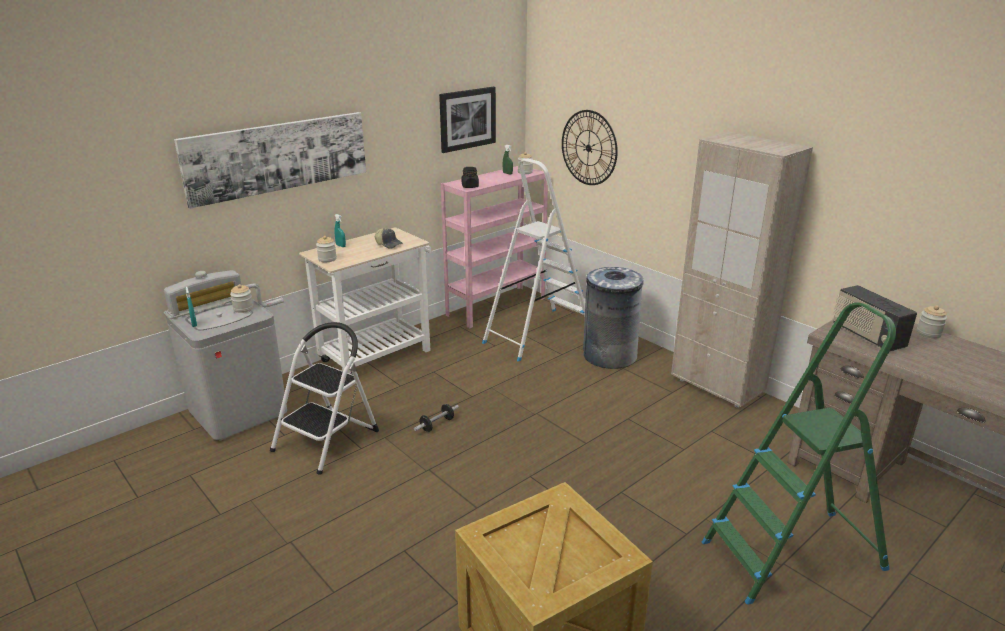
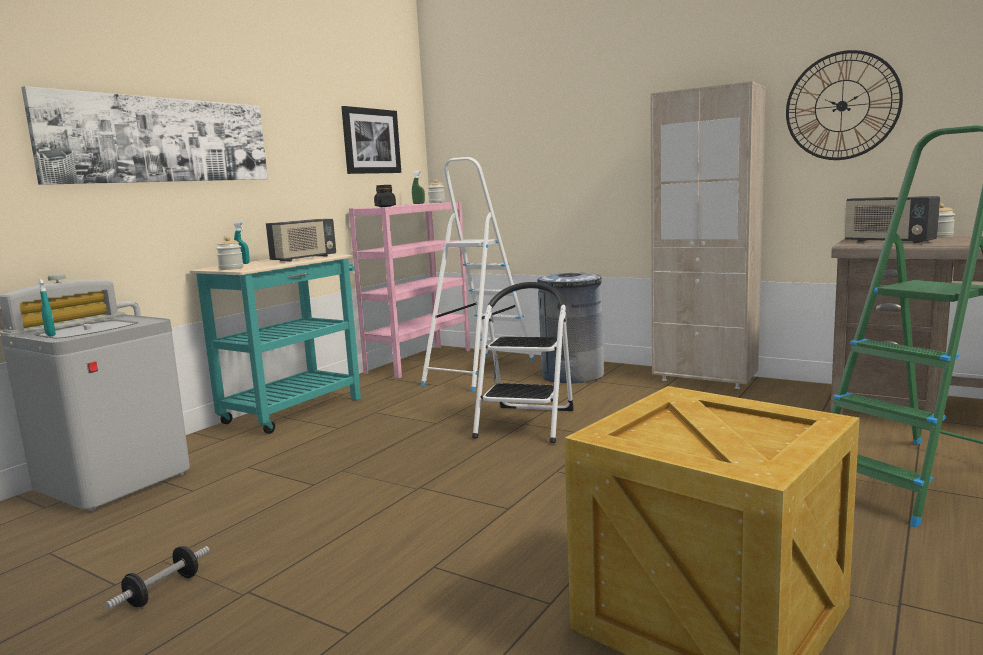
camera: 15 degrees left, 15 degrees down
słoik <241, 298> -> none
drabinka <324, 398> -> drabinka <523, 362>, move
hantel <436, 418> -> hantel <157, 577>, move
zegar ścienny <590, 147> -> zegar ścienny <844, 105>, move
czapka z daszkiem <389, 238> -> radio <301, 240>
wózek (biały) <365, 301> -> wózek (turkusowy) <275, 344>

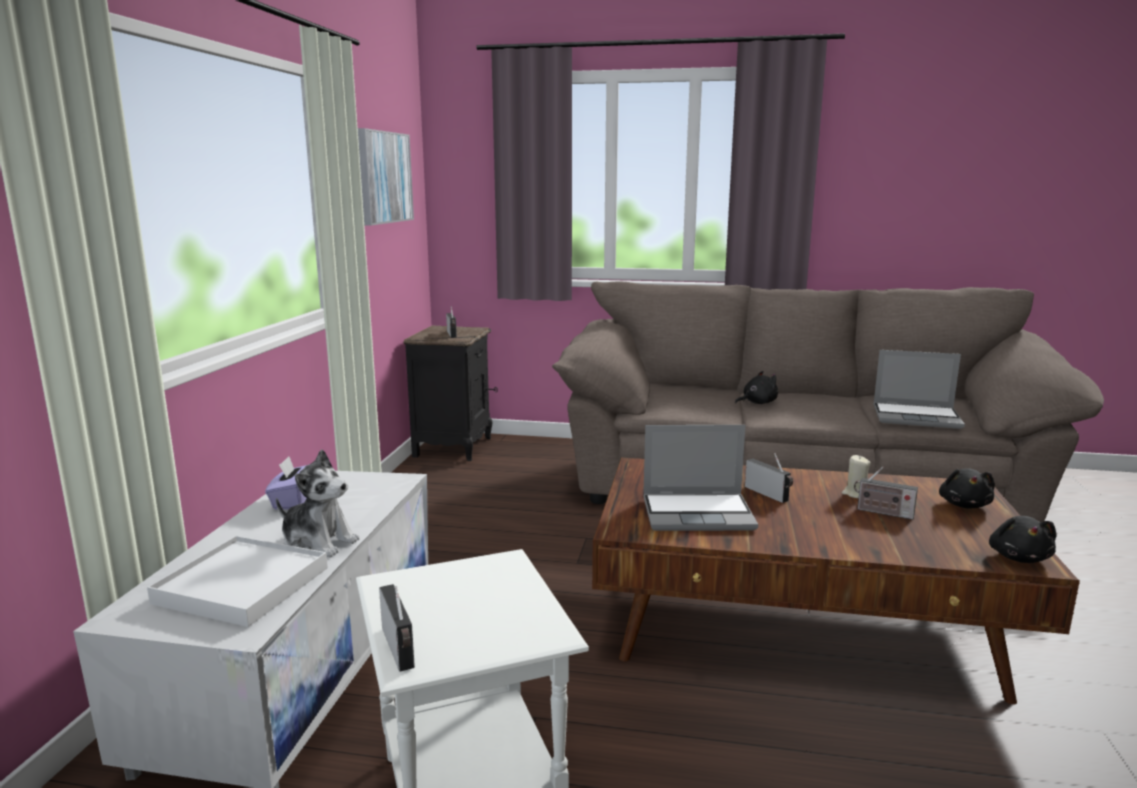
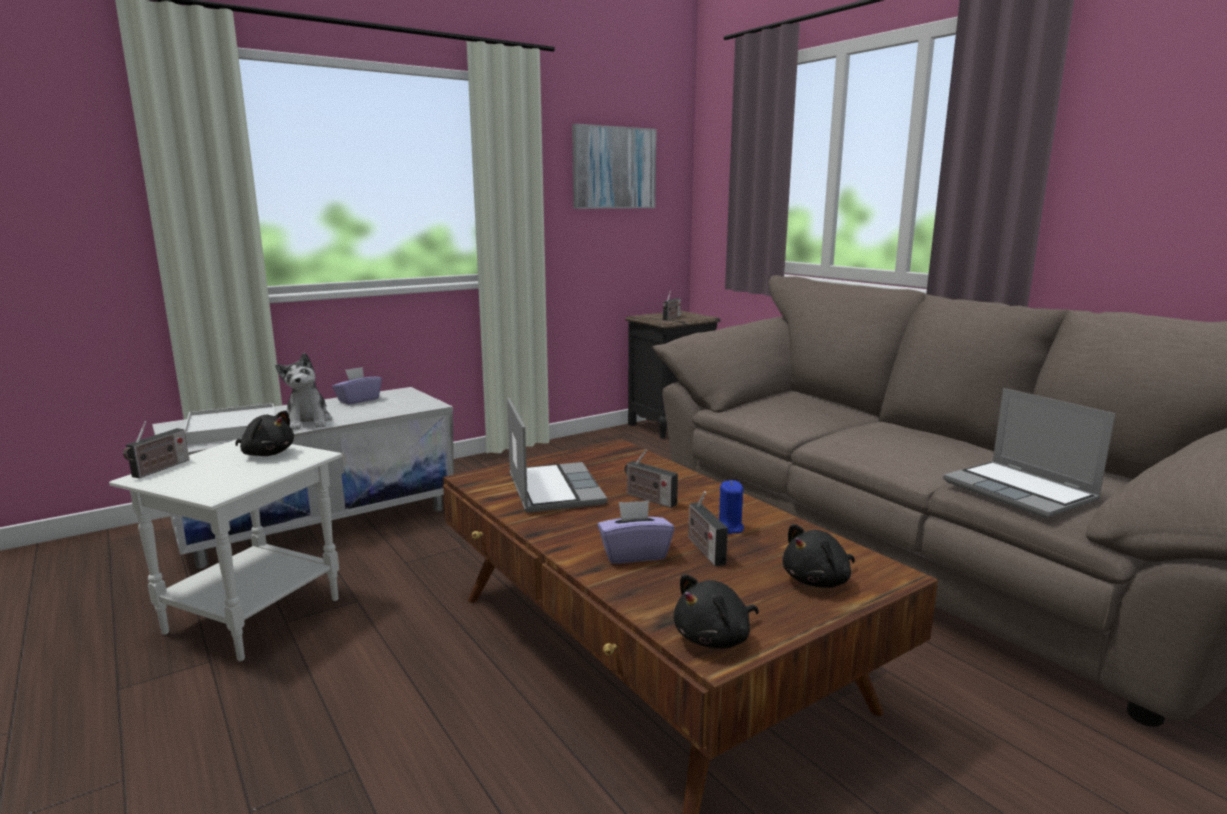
camera: 45 degrees right, 0 degrees up
none -> pudełko chusteczek (fioletowy) <635, 531>
pluszak (czarny) <756, 387> -> pluszak (czarny) <264, 433>, move
świeca (beżowy) <856, 476> -> świeca (niebieski) <731, 507>
laptop <700, 478> -> laptop <557, 455>, 150 degrees counterclockwise
radio <769, 478> -> radio <651, 478>, 120 degrees clockwise

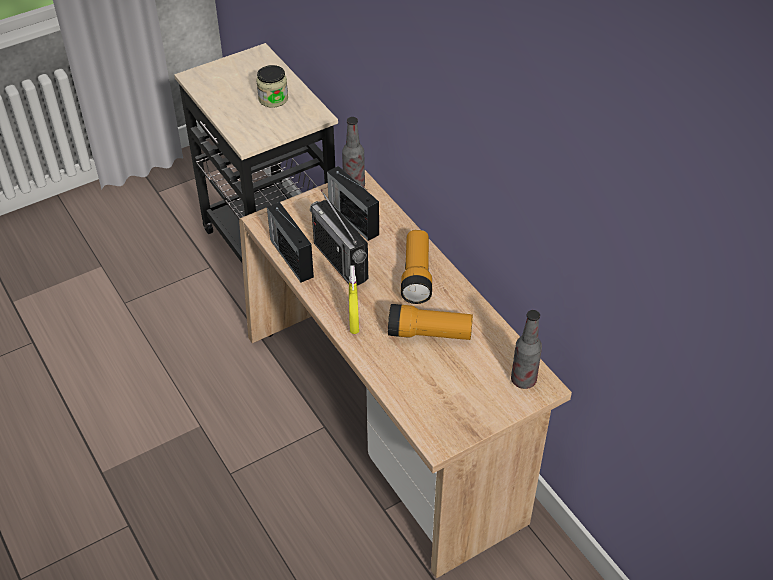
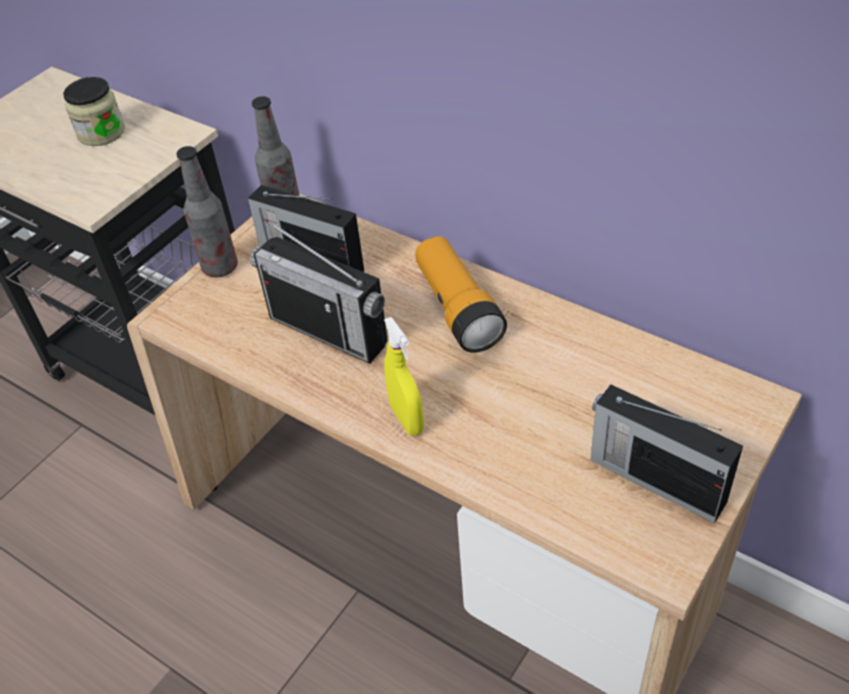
camera: 20 degrees left, 0 degrees up
latarka <430, 322> -> none
radio <290, 242> -> radio <666, 453>, move
butelka <526, 349> -> butelka <207, 211>, move

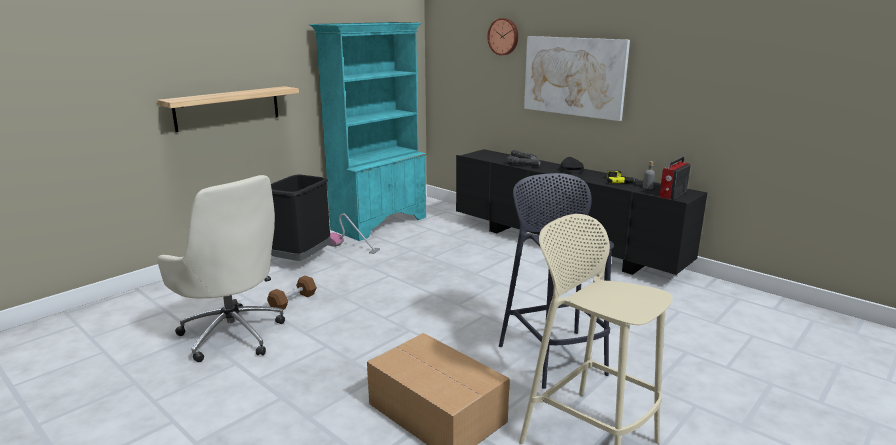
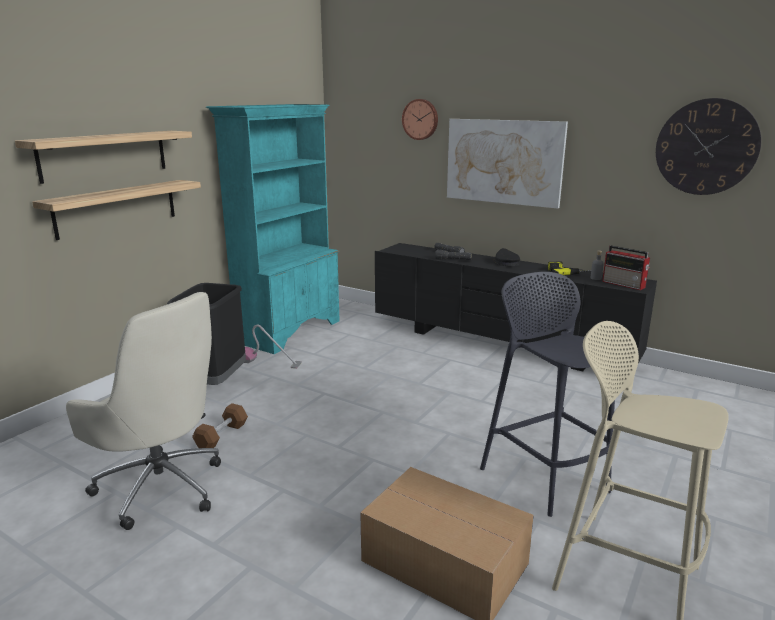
camera: 10 degrees left, 0 degrees up
none -> półka <103, 157>
none -> zegar ścienny <708, 146>
radio <675, 178> -> radio <626, 268>, 75 degrees counterclockwise

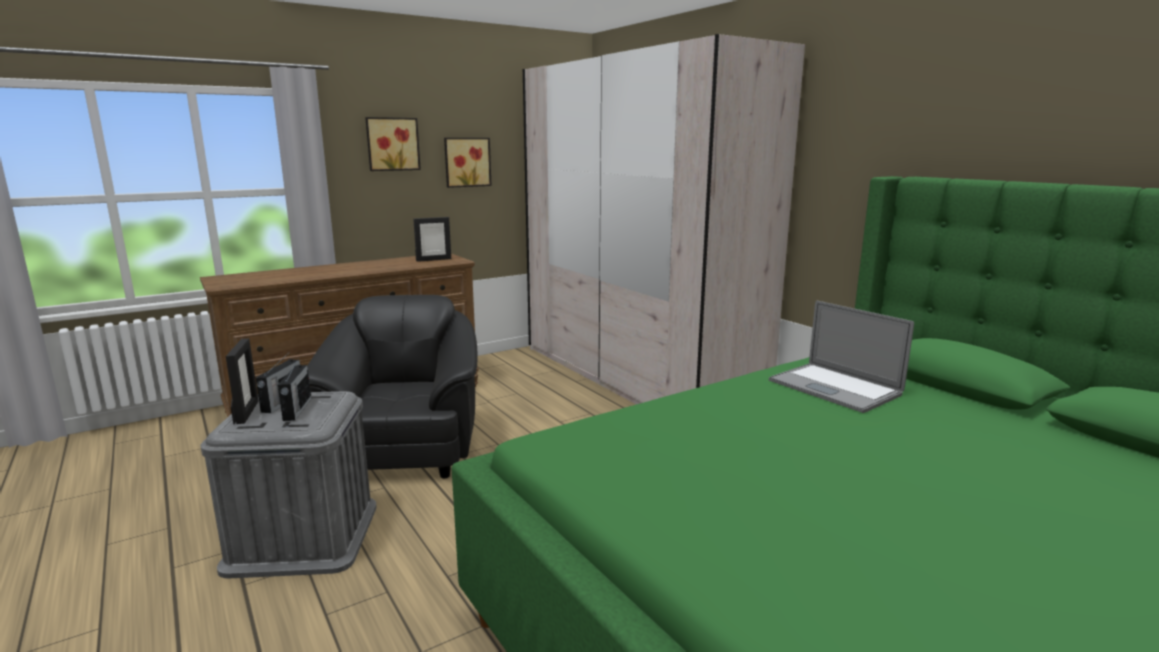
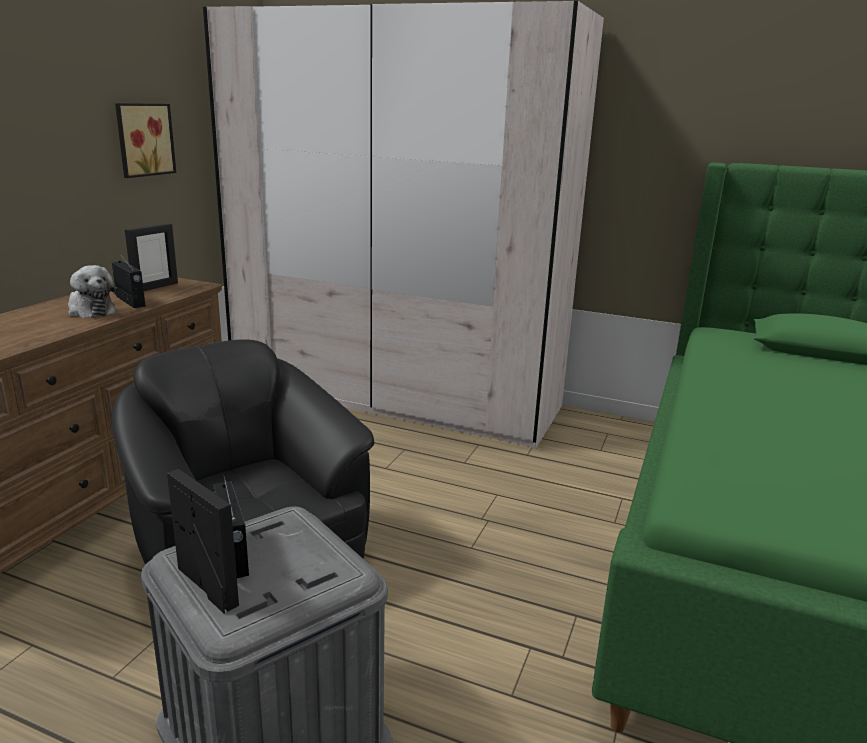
camera: 35 degrees left, 5 degrees up
obraz <393, 144> -> none
laptop <841, 356> -> none
none -> pluszak <93, 291>
radio <294, 390> -> radio <129, 280>, move

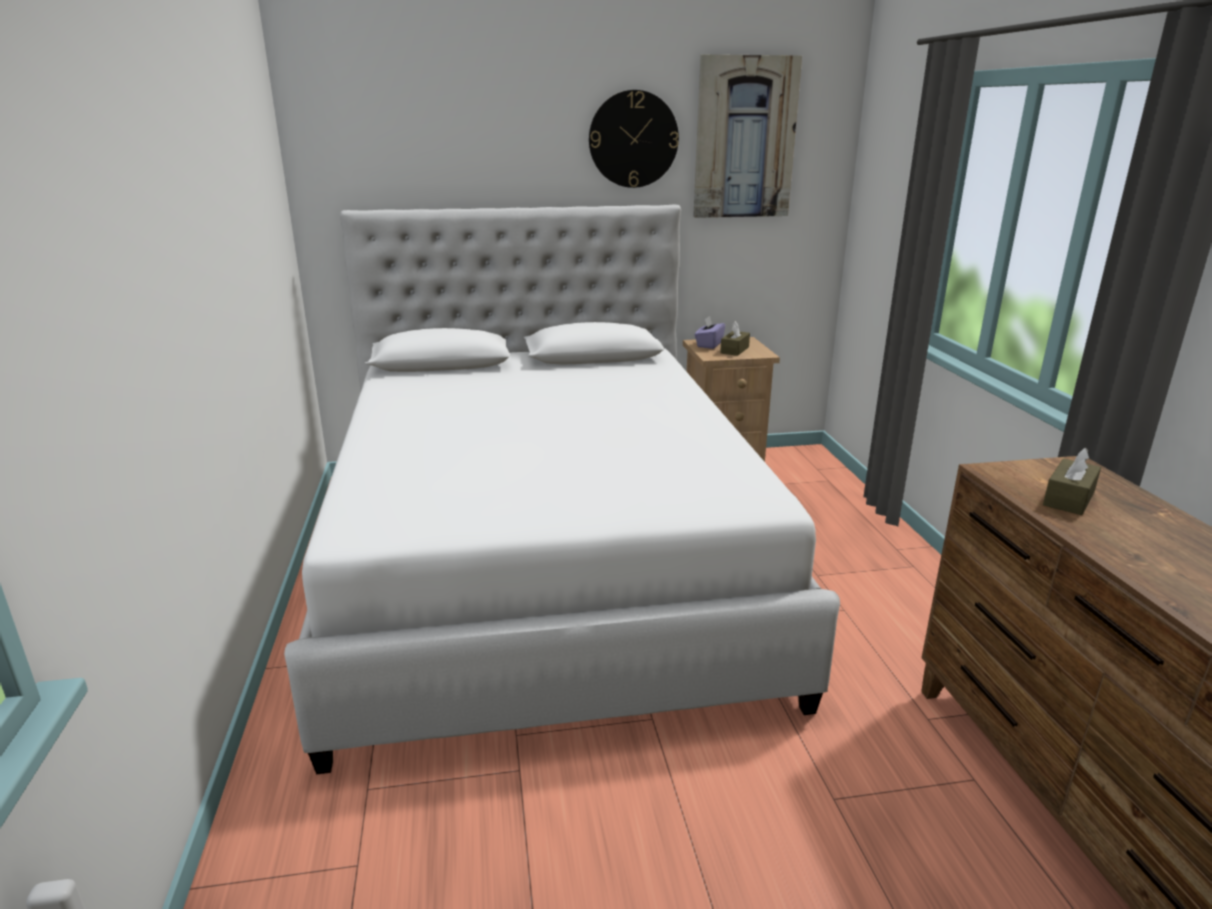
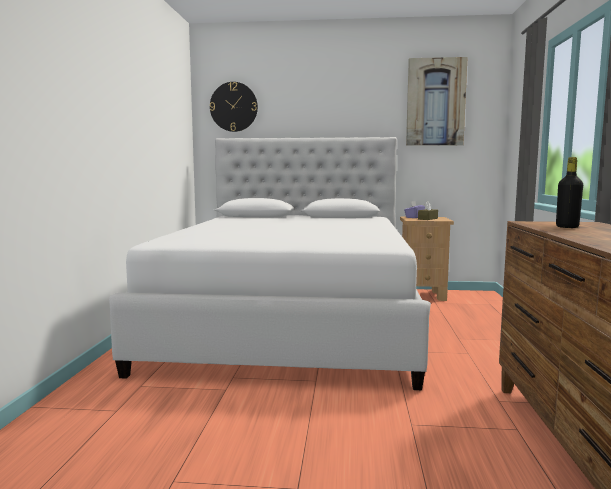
camera: 15 degrees right, 15 degrees down
zegar ścienny <634, 139> -> zegar ścienny <234, 107>, move
pudełko chusteczek (brązowy) <1072, 481> -> butelka (czarny) <569, 192>

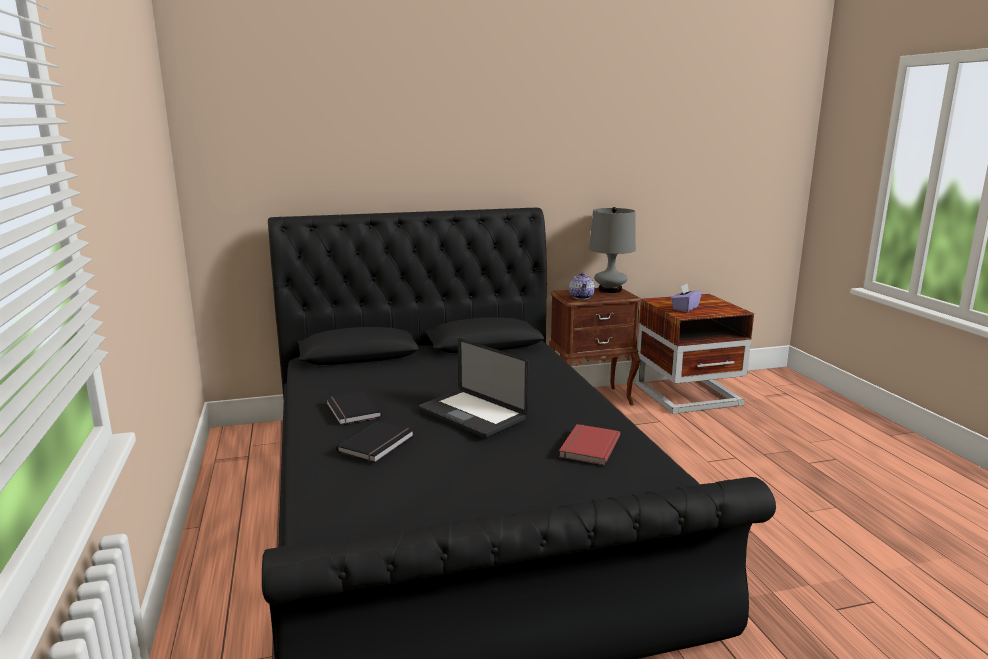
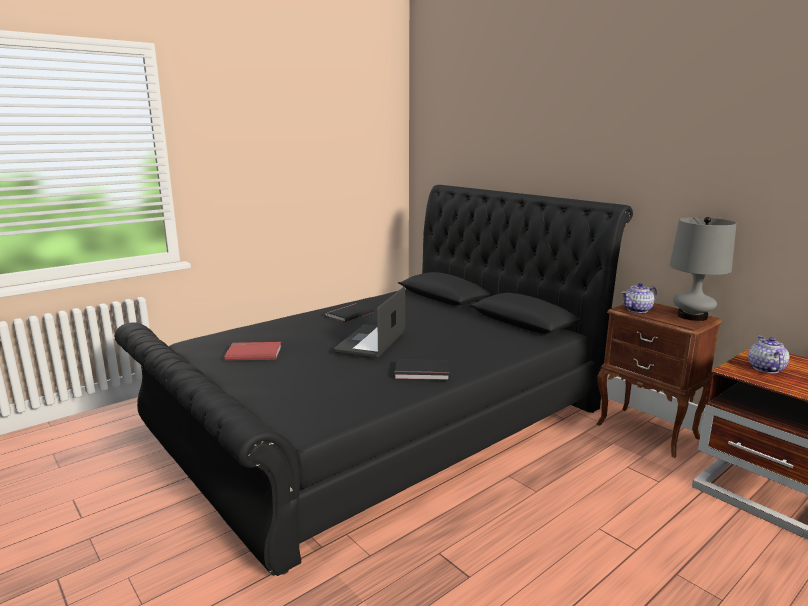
camera: 65 degrees right, 0 degrees up
książka (czarny) <375, 442> -> książka (czarny) <421, 369>, move
książka (czerwony) <589, 444> -> książka (czerwony) <253, 351>, move
pudełko chusteczek (fioletowy) <686, 297> -> imbryk <768, 354>

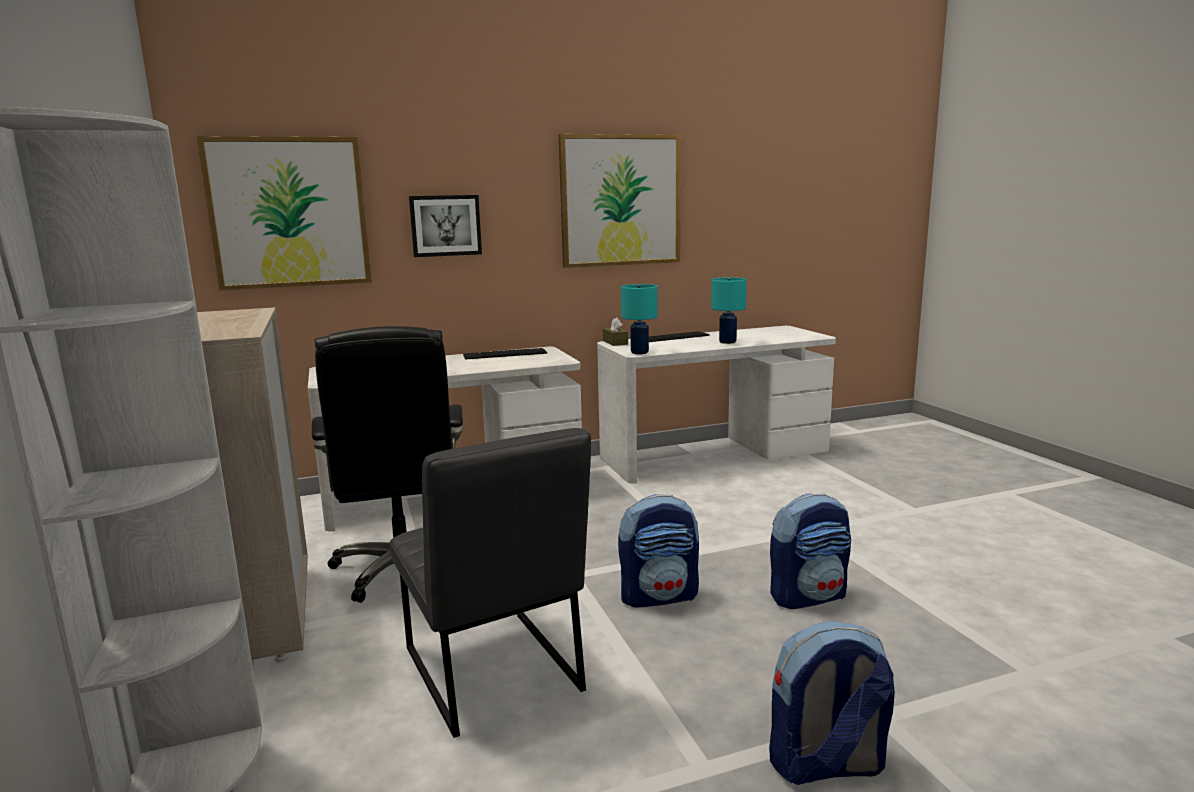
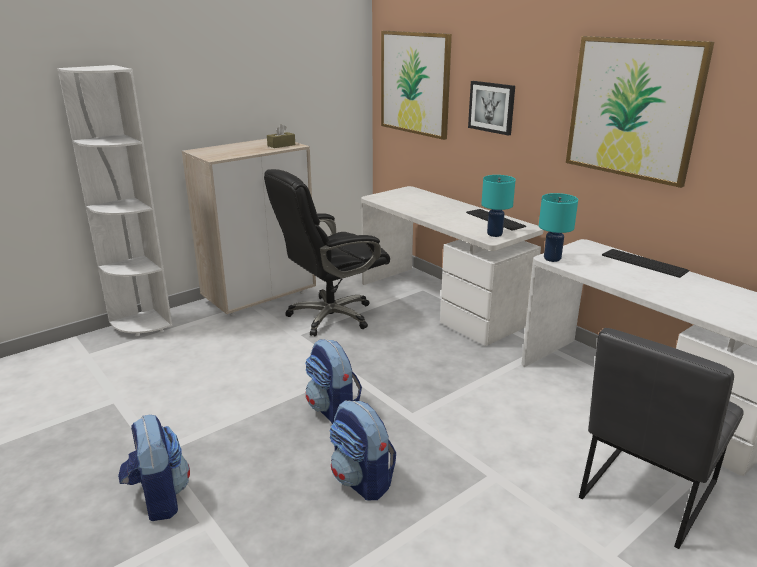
camera: 70 degrees right, 10 degrees up
krzesło (szary) <490, 583> -> krzesło (szary) <661, 438>, move
pudełko chusteczek (brązowy) <615, 331> -> pudełko chusteczek (brązowy) <281, 136>, move
lampa stołowa (turkusowy) <729, 310> -> lampa stołowa (turkusowy) <498, 206>, move

